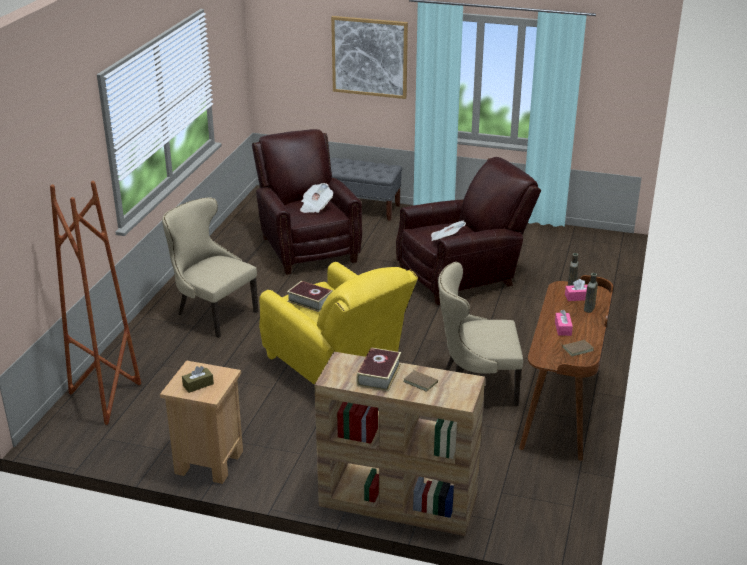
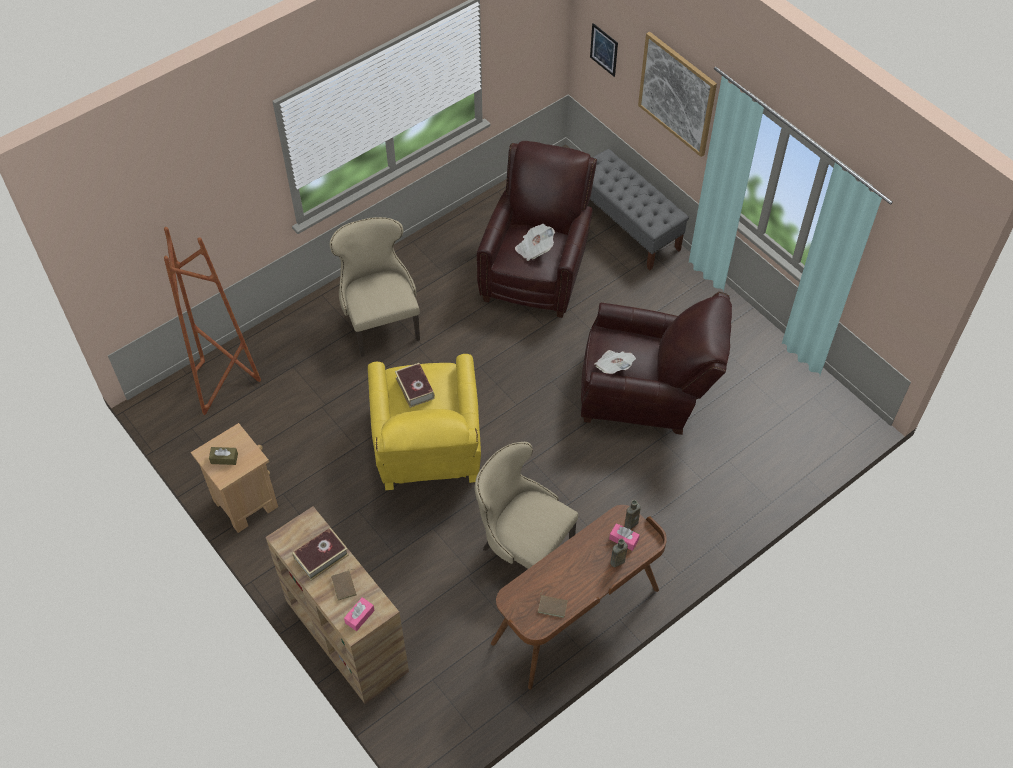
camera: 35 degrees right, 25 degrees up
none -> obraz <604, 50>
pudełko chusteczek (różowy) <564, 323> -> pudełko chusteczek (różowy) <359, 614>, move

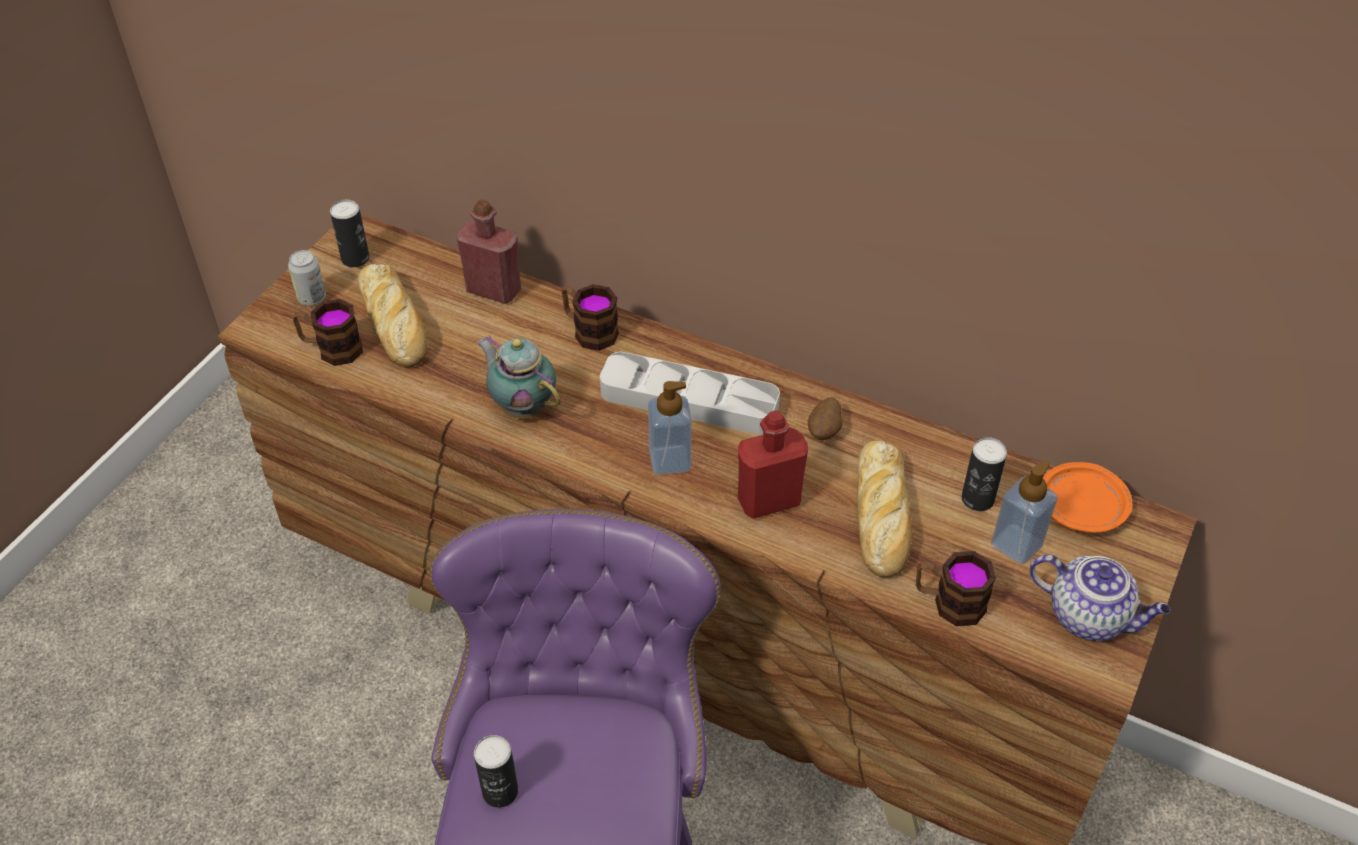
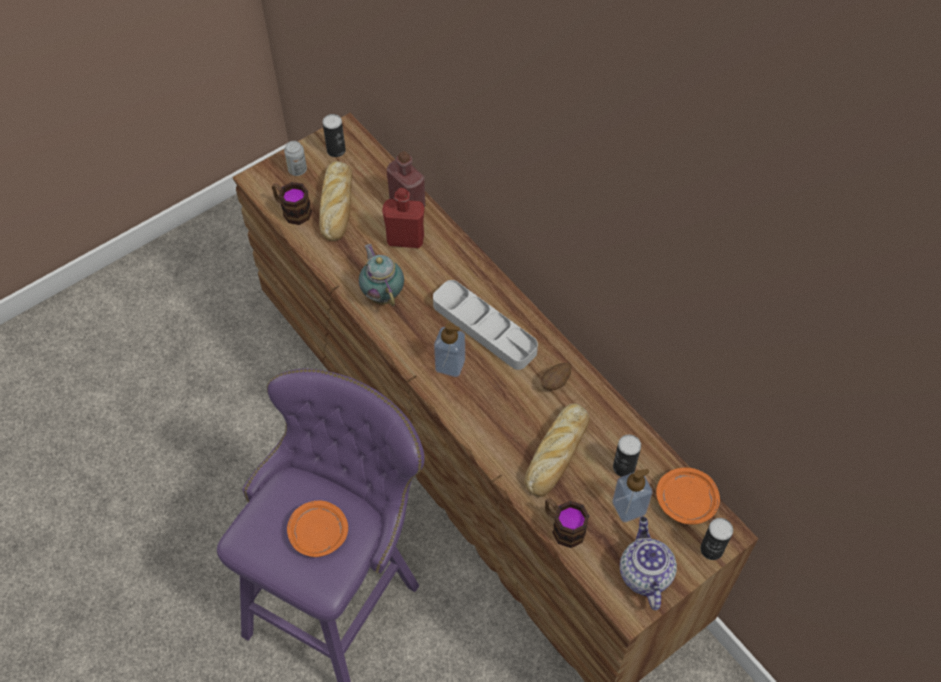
camera: 25 degrees right, 10 degrees up
kubek <590, 317> -> none
none -> talerz (pomarańczowy) <317, 529>
puszka <496, 771> -> puszka <716, 539>, move
butelka (czerwony) <773, 464> -> butelka (czerwony) <403, 218>, move
imbryk <1100, 598> -> imbryk <648, 563>, 150 degrees counterclockwise

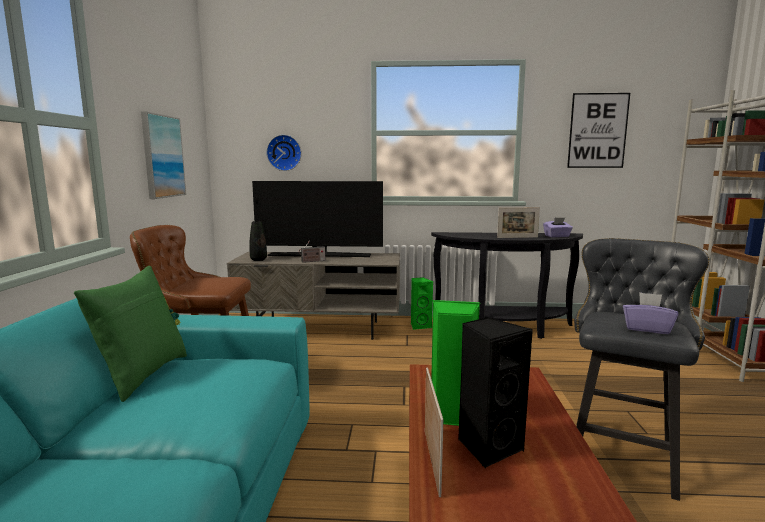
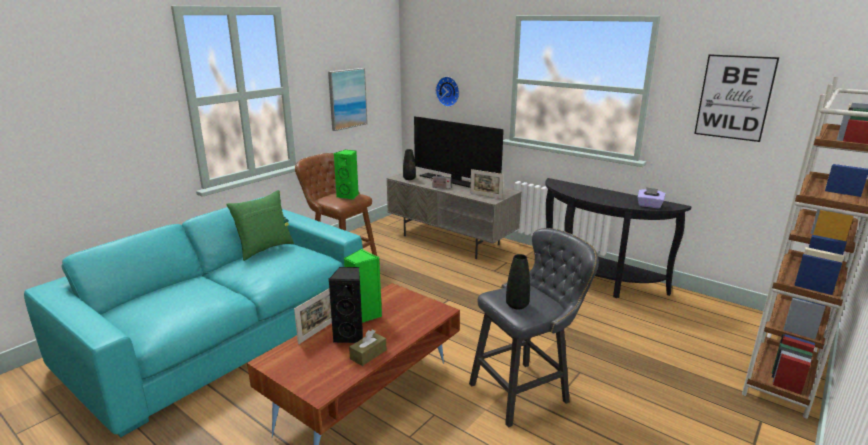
camera: 35 degrees right, 10 degrees up
none -> pudełko chusteczek (brązowy) <368, 347>
głośnik (zielony) <422, 303> -> głośnik (zielony) <346, 174>, move
ramka na zdjęcie <518, 222> -> ramka na zdjęcie <487, 183>, move
pudełko chusteczek (fioletowy) <651, 313> -> wazon (czarny) <518, 282>

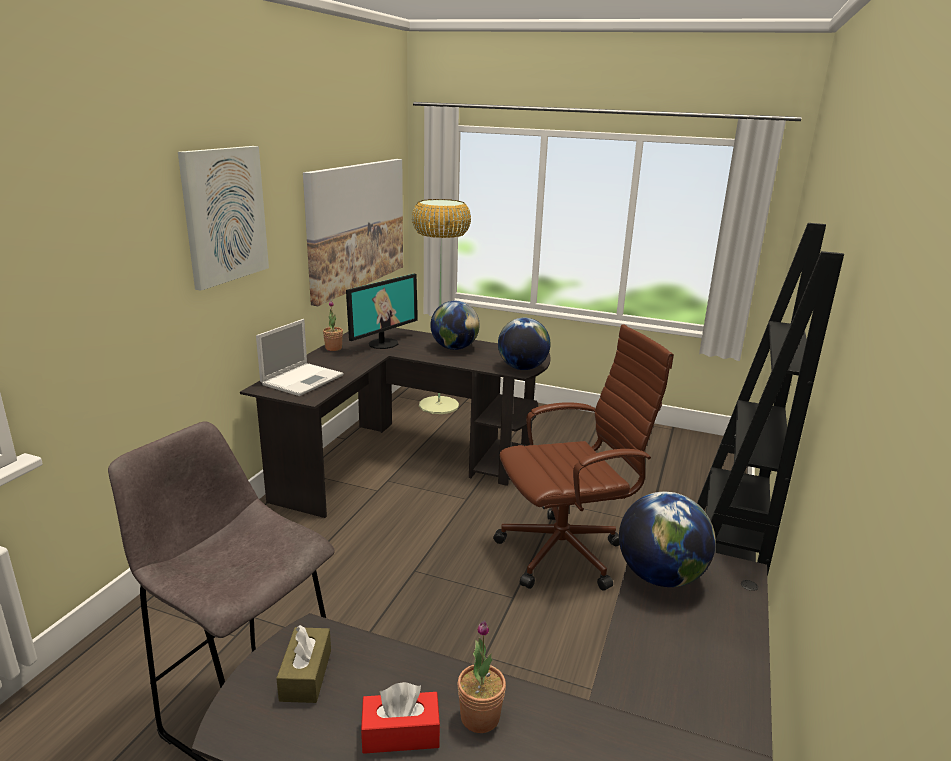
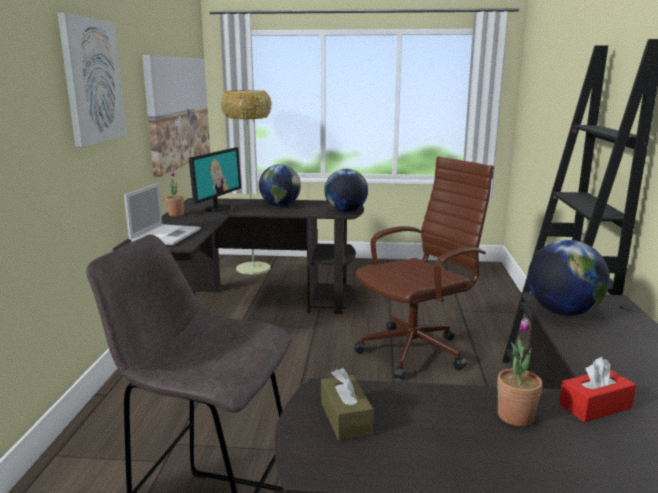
camera: 15 degrees left, 5 degrees down
pudełko chusteczek (czerwony) <400, 718> -> pudełko chusteczek (czerwony) <597, 389>, move

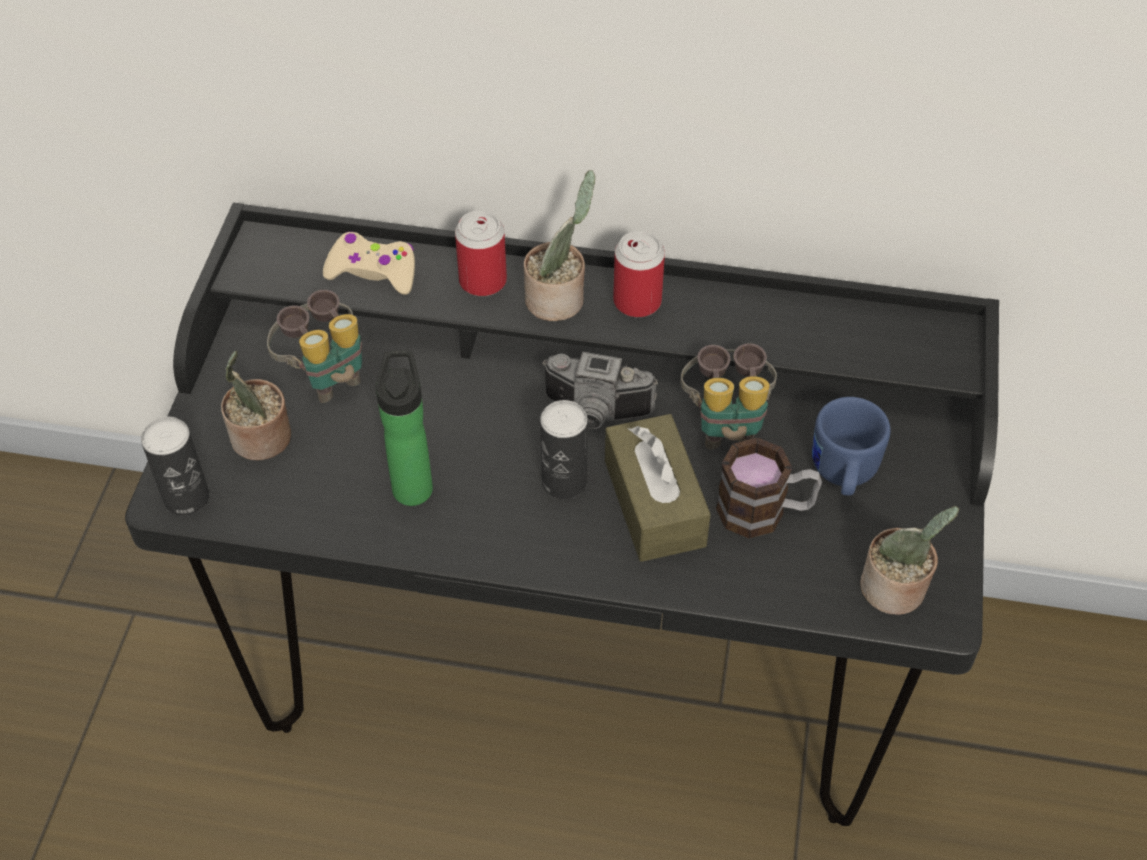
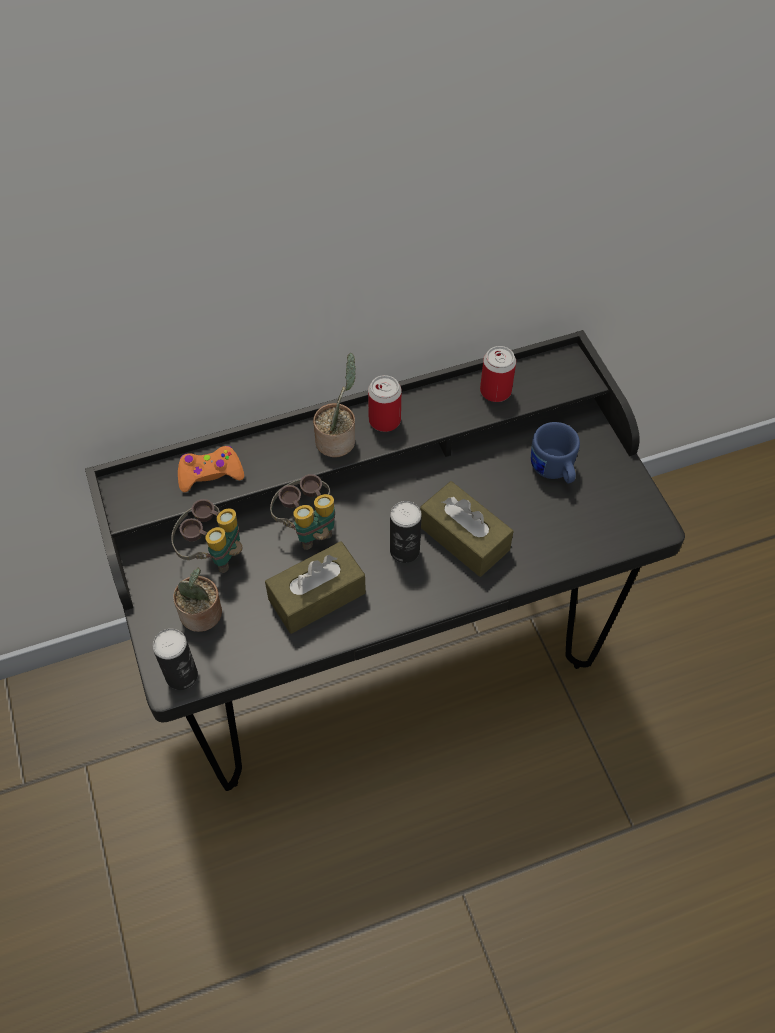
camera: 30 degrees left, 5 degrees up
aparat fotograficzny <600, 390> -> none
kubek <769, 488> -> none
roślina doniczkowa <909, 560> -> none
puszka <481, 253> -> puszka <498, 374>, move
lornetka <728, 396> -> lornetka <302, 512>, move
butelka <404, 428> -> pudełko chusteczek (brązowy) <315, 587>
pad do gier (beżowy) <369, 263> -> pad do gier (pomarańczowy) <211, 469>

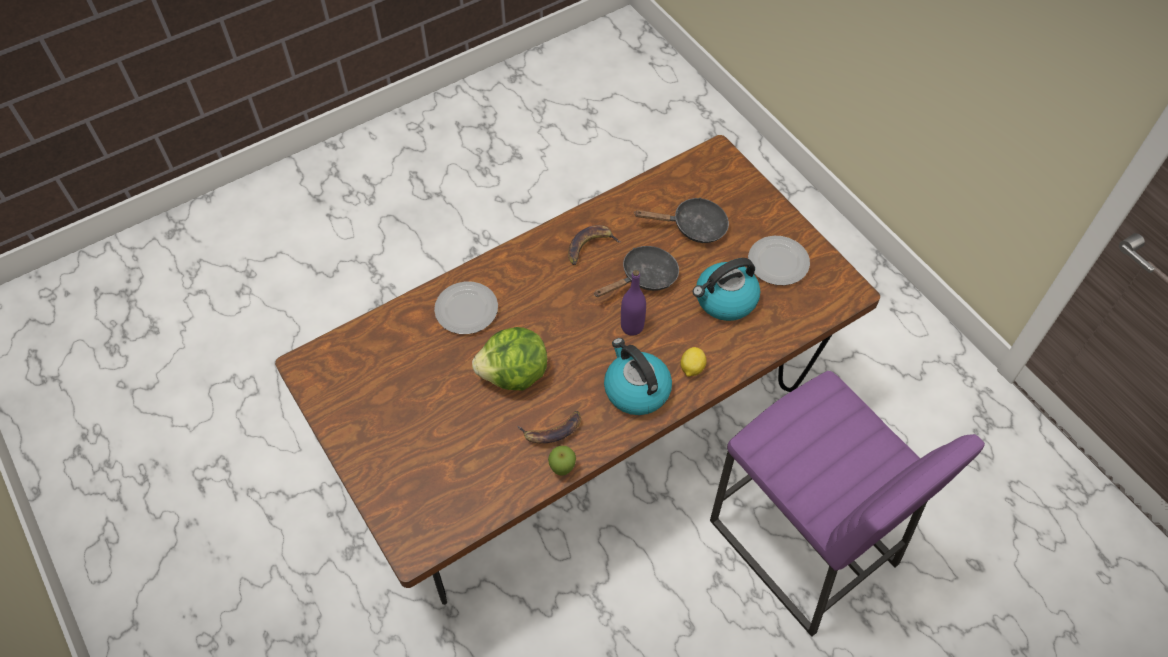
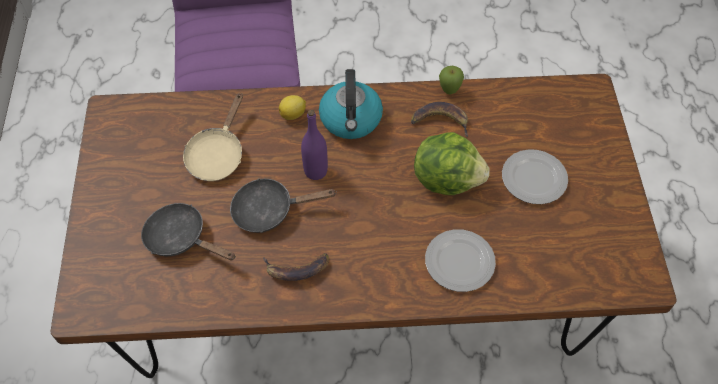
camera: 150 degrees left, 0 degrees up
talerz <779, 260> -> talerz <535, 176>, move
czajnik <727, 289> -> patelnia (beżowy) <213, 137>

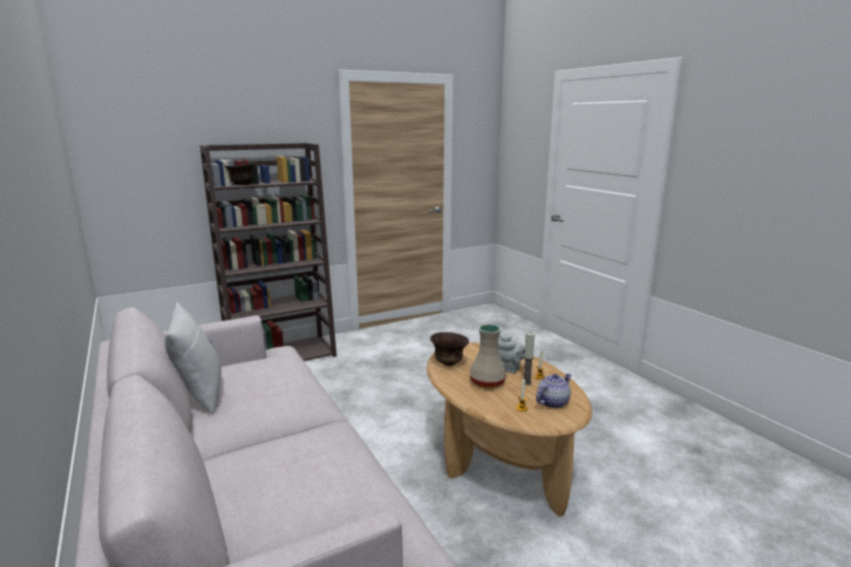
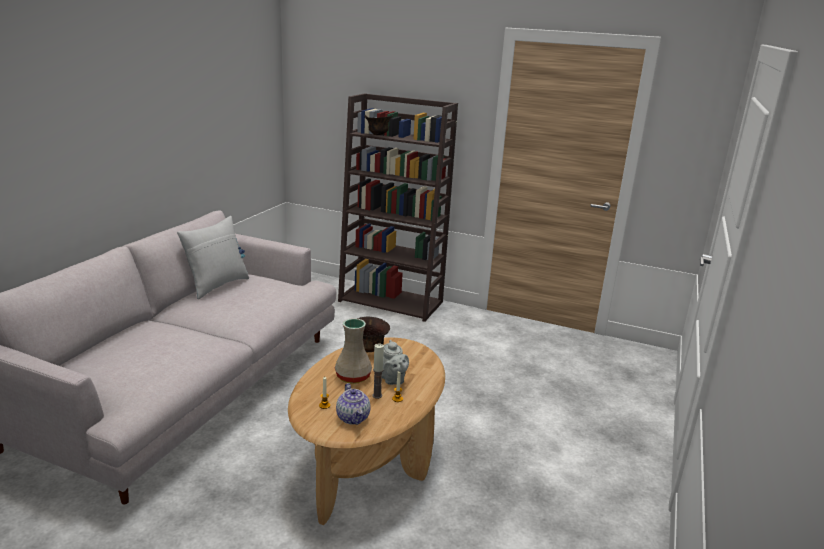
camera: 50 degrees right, 5 degrees up
imbryk <554, 390> -> imbryk <353, 404>, 60 degrees clockwise

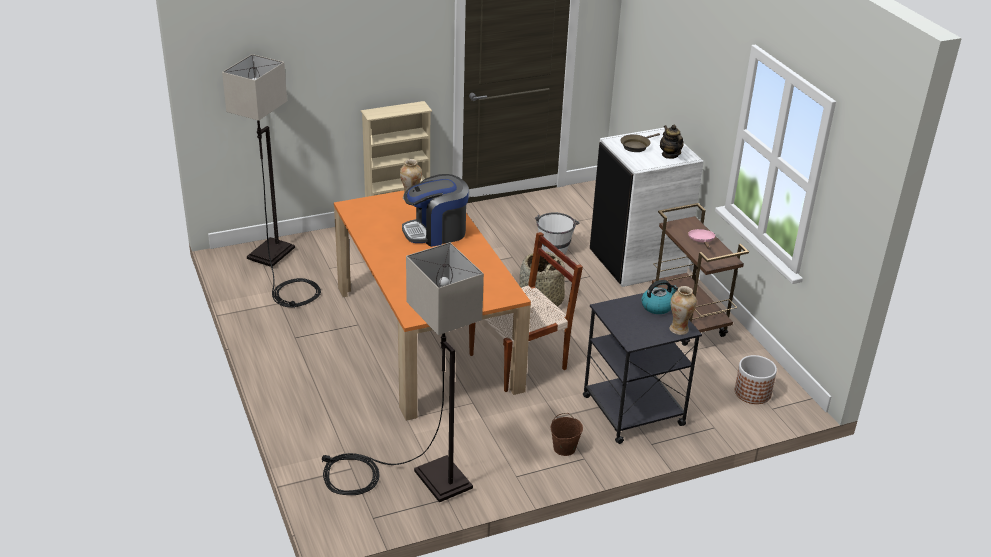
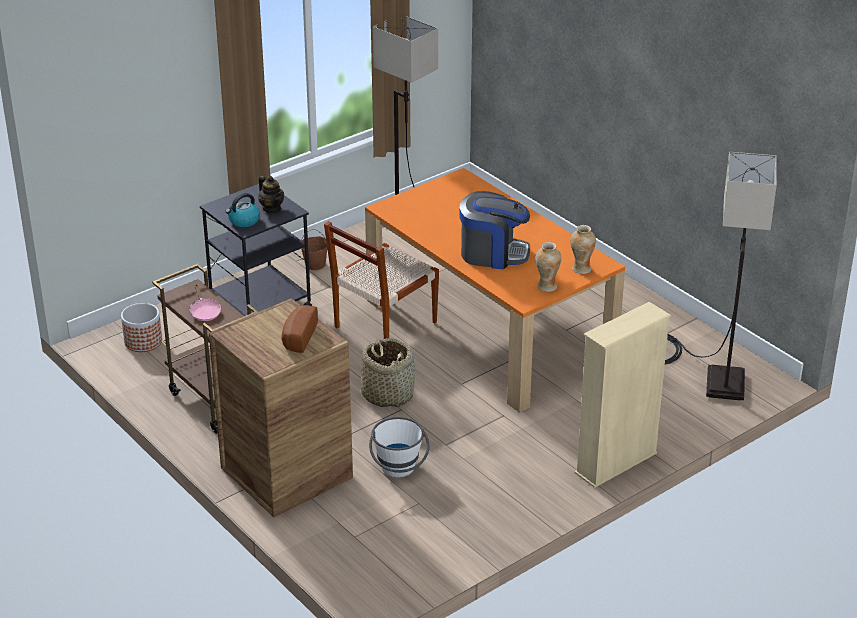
camera: 165 degrees right, 0 degrees up
imbryk <672, 142> -> imbryk <271, 194>, move
wazon <683, 310> -> wazon <583, 249>, move
patelnia (brązowy) <640, 142> -> chleb <300, 329>
szafka (biały) <647, 207> -> szafka (brązowy) <281, 407>
ekspres do kawy <435, 210> -> ekspres do kawy <494, 230>, 45 degrees clockwise

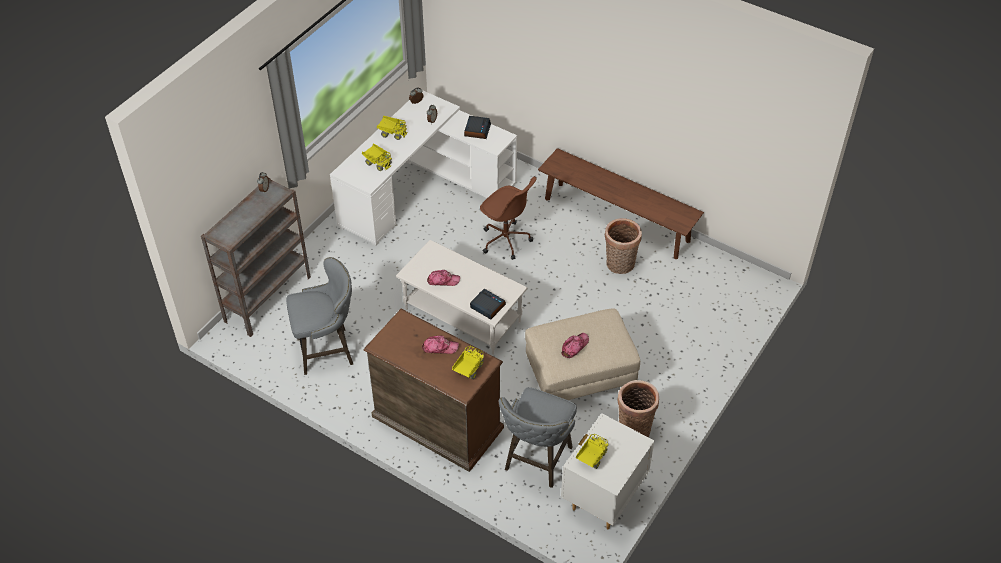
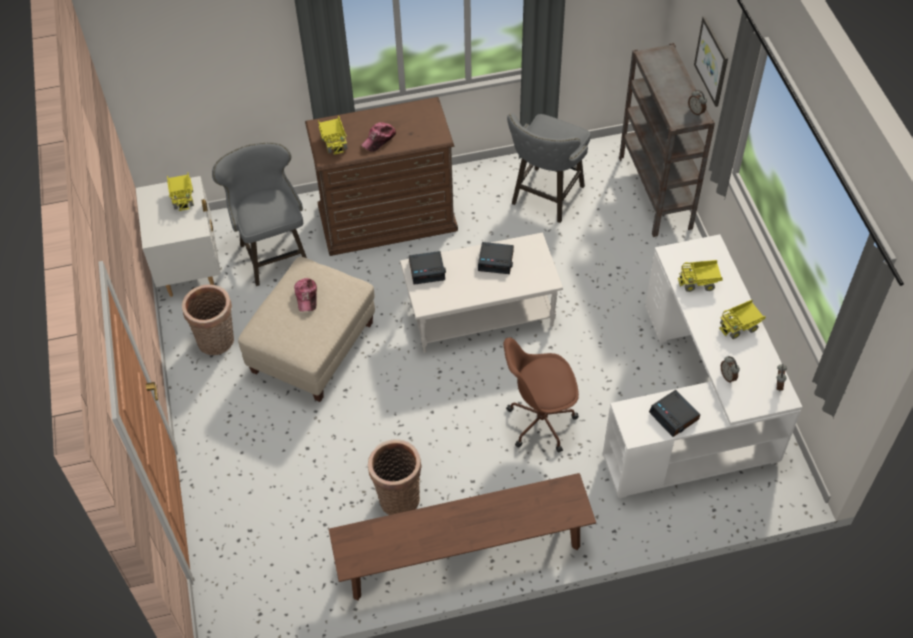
camera: 135 degrees right, 5 degrees up
none -> obraz <711, 61>
czapka z daszkiem <443, 278> -> budzik <496, 258>

